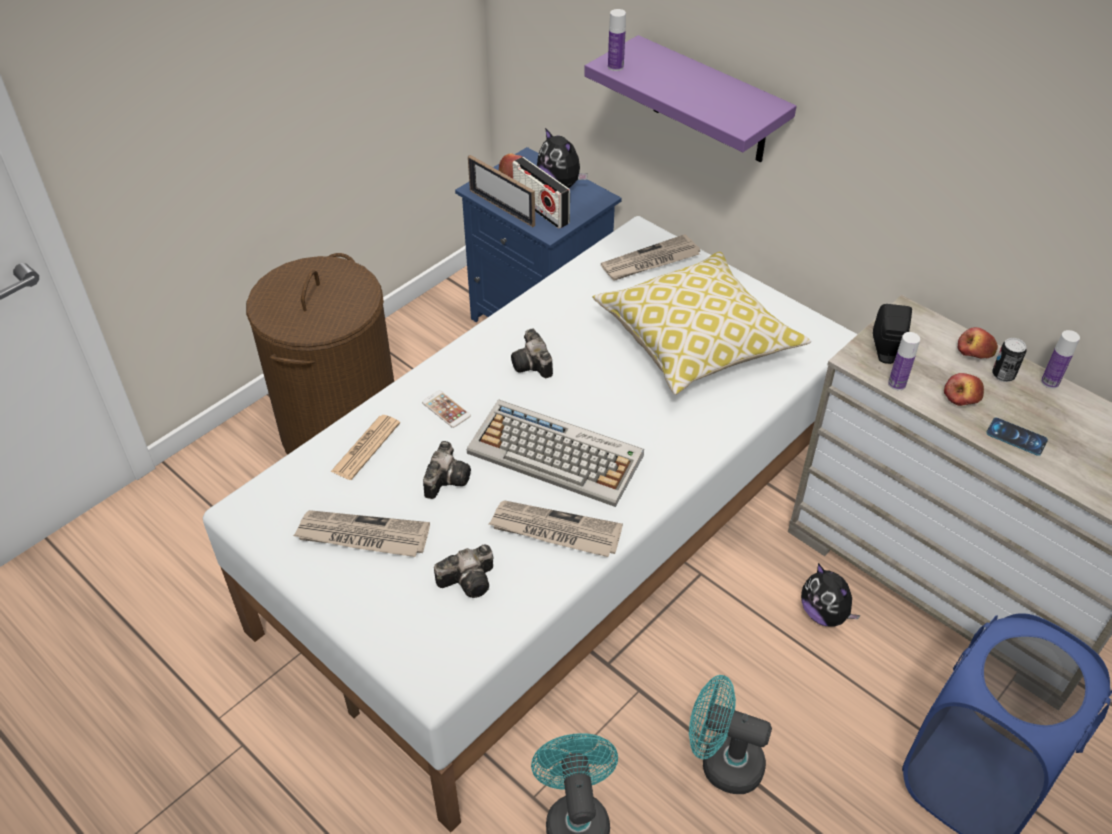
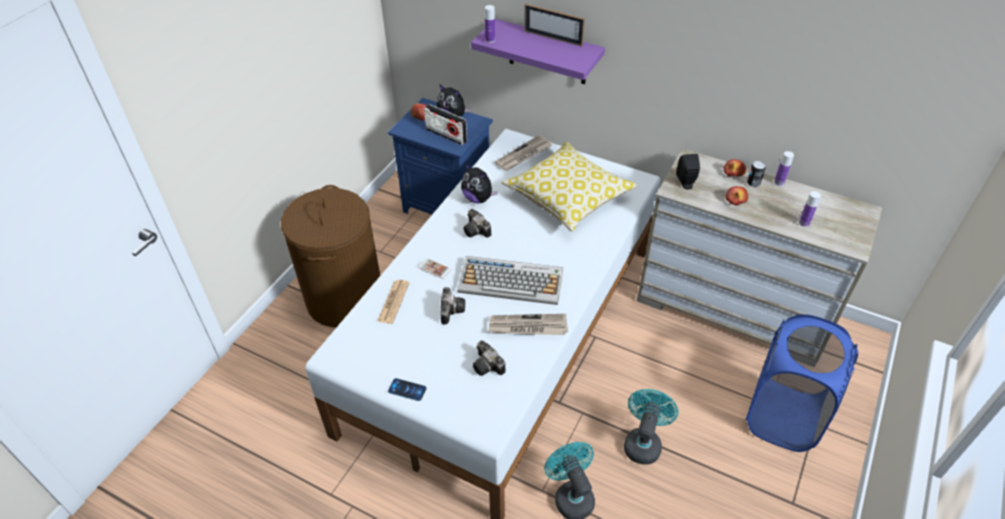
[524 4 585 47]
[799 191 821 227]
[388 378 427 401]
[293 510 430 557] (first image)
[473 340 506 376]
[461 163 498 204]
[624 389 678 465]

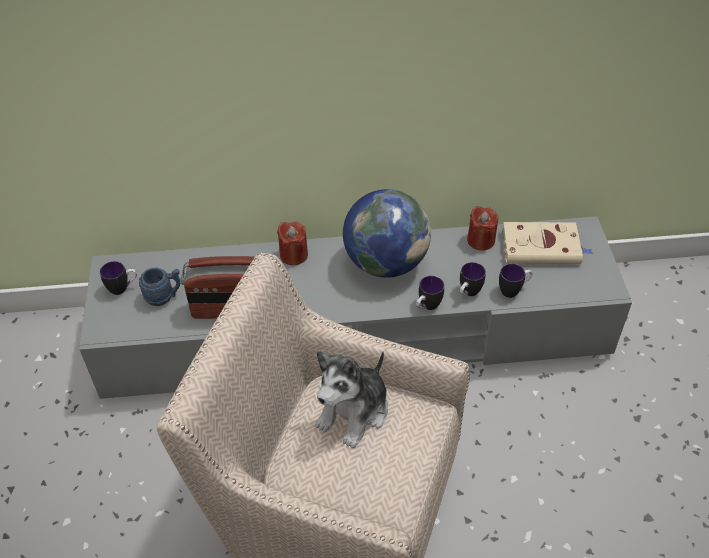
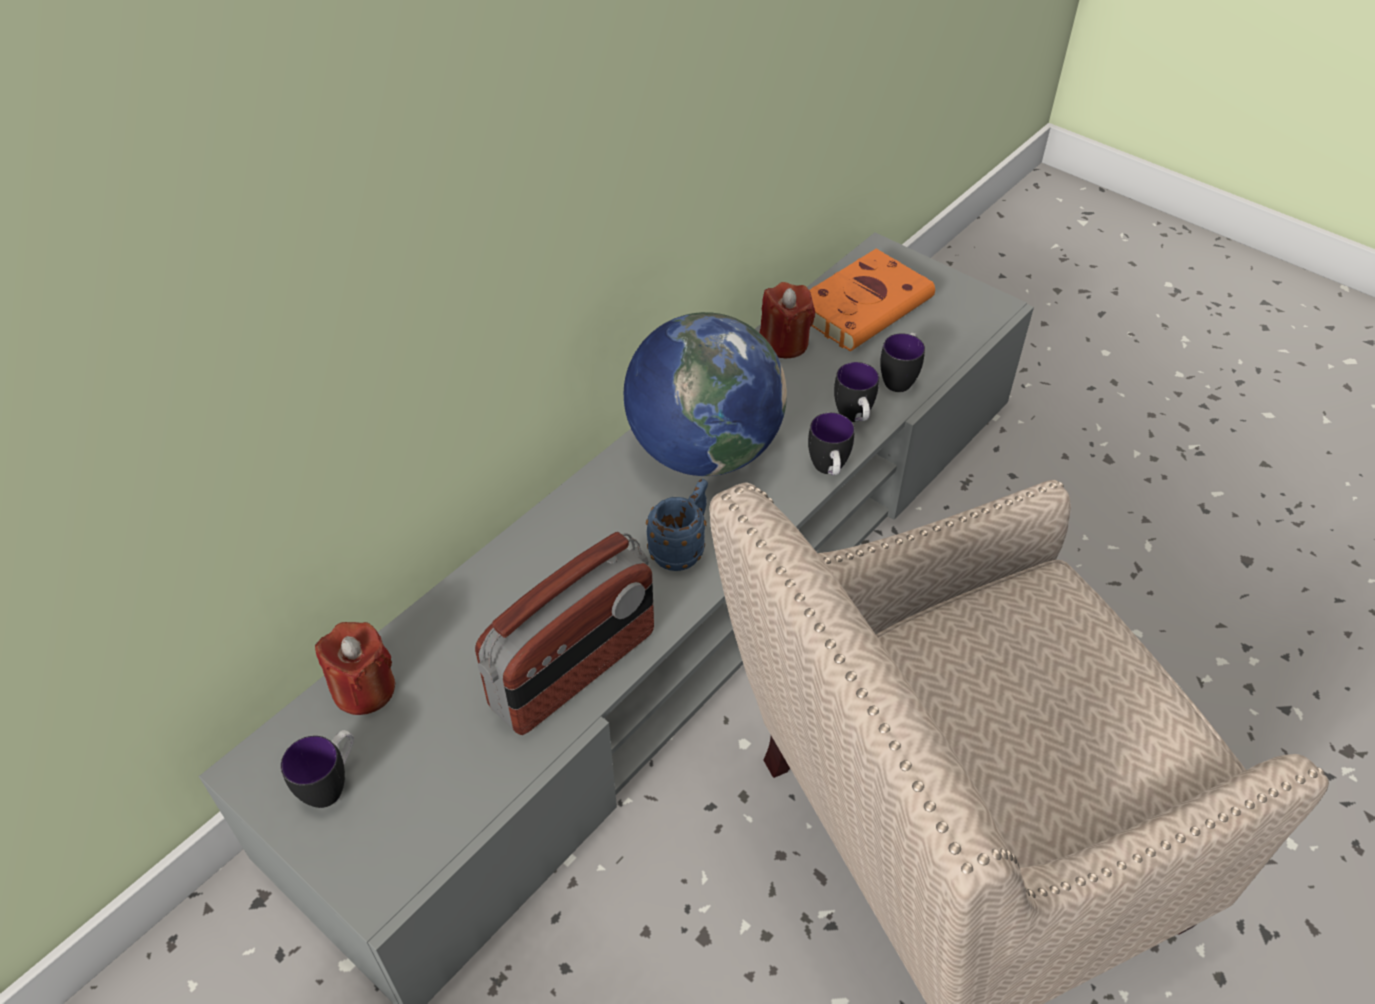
[315 622 395 715]
[809 249 935 351]
[646 479 708 571]
[315 351 388 449] (first image)

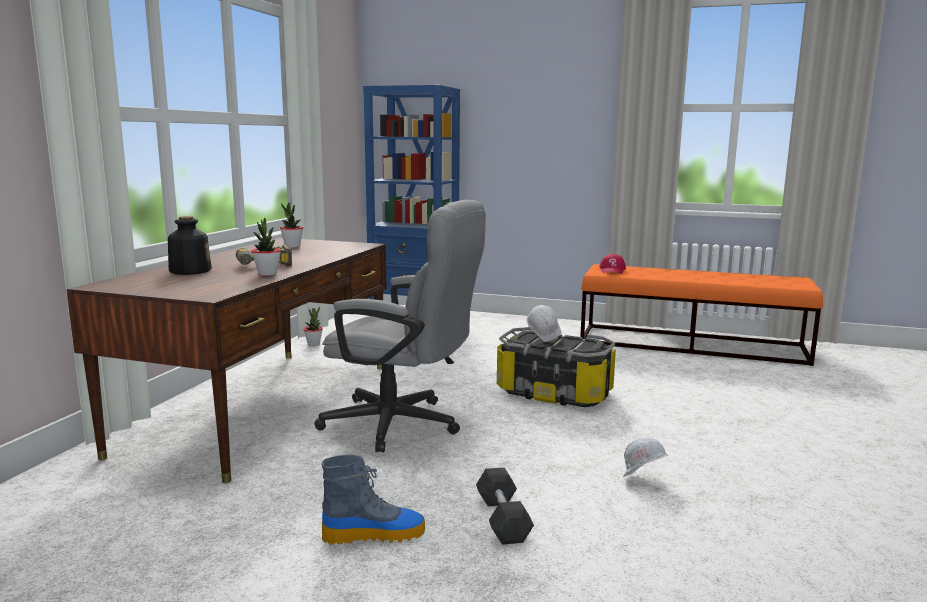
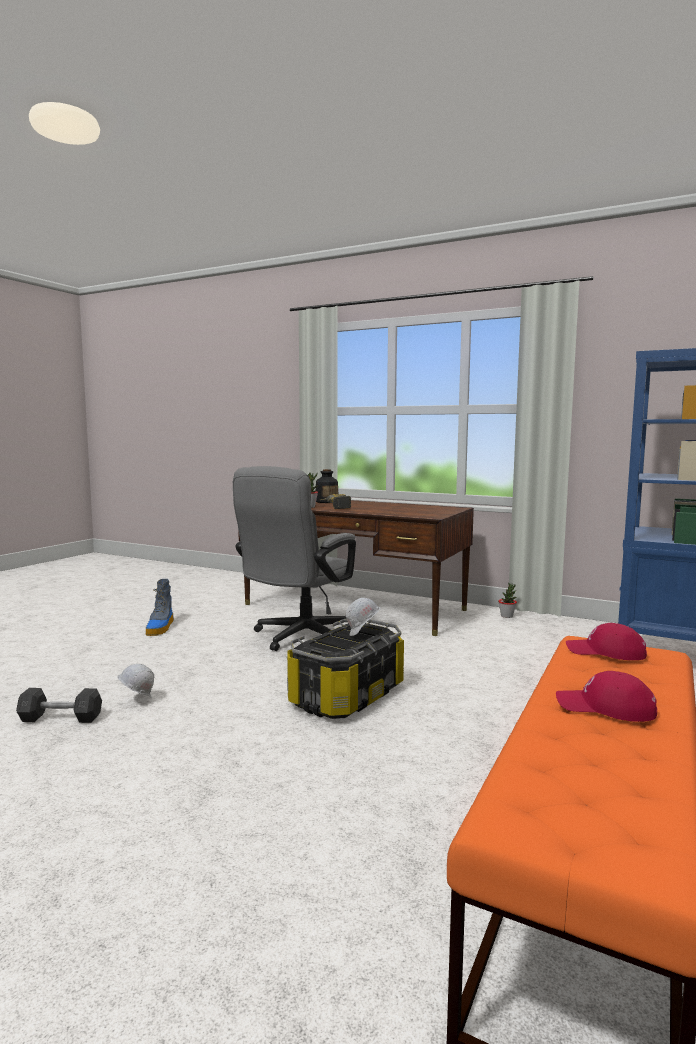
[280 203 303 248] (first image)
[16 688 102 723]
[556 671 657 722]

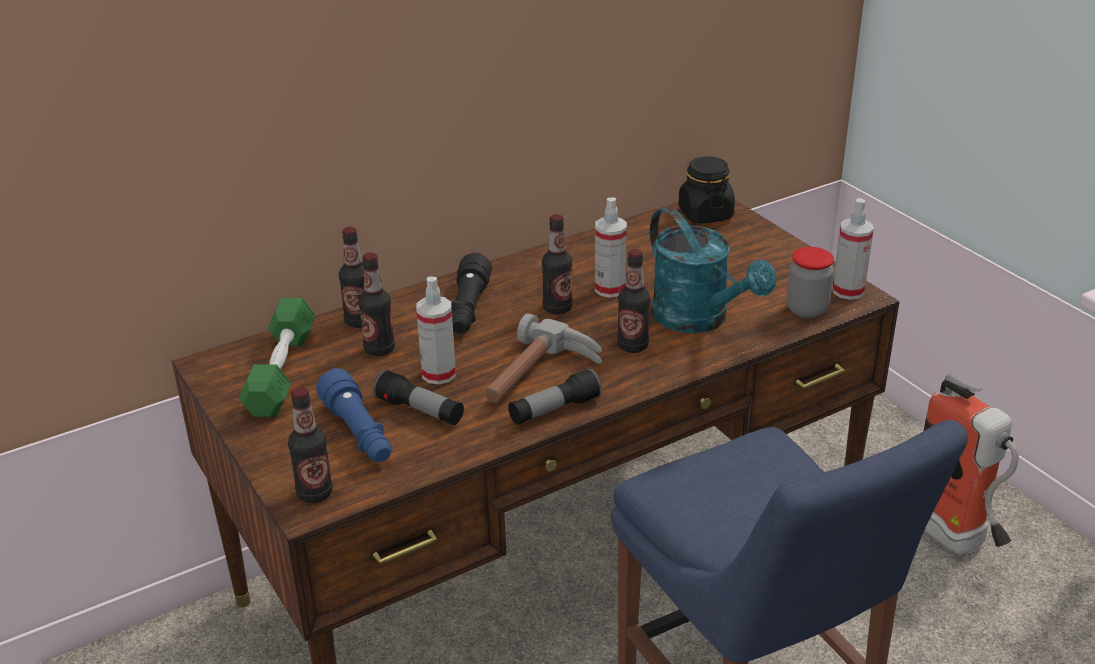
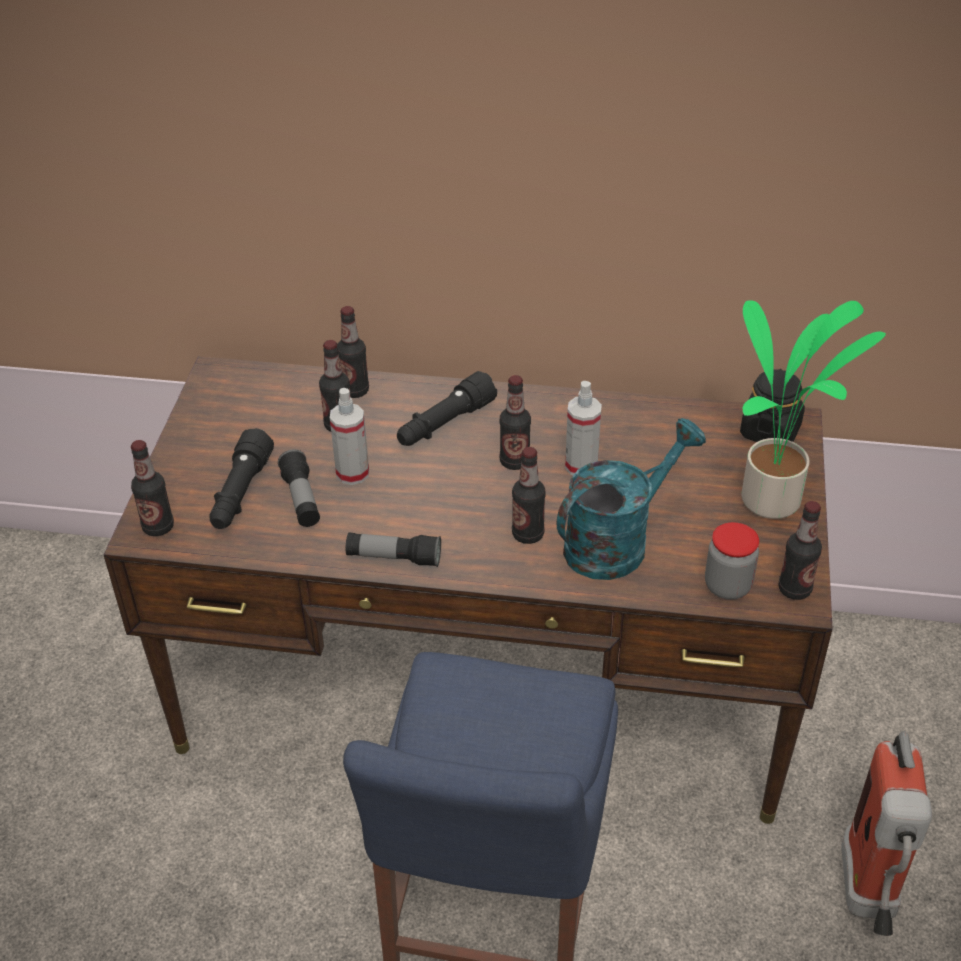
[778 501 822 600]
[557 418 706 580]
[239 298 316 417] (first image)
[485 313 602 403] (first image)
[209 428 274 529]
[741 300 886 519]

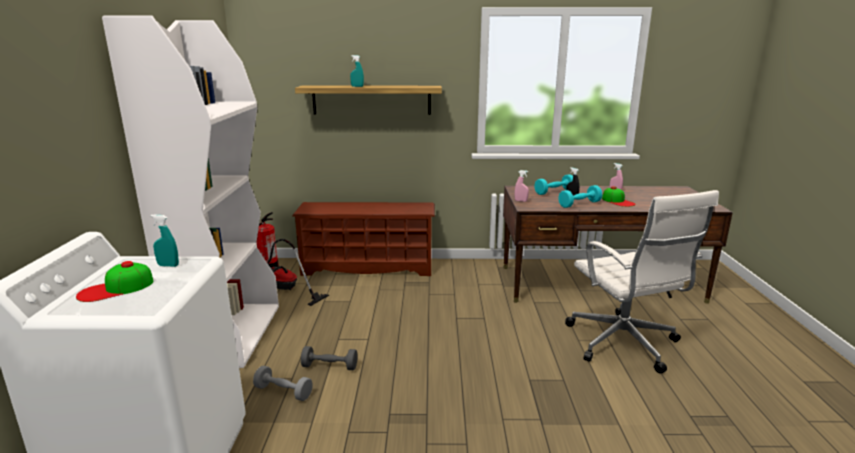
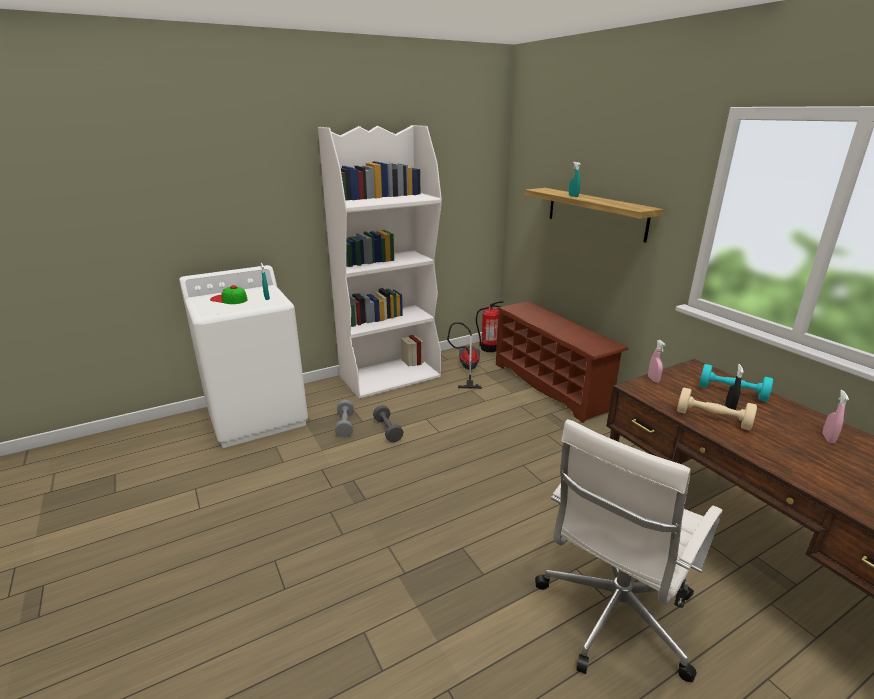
[677 387 757 430]
[602 186 635 207] (first image)

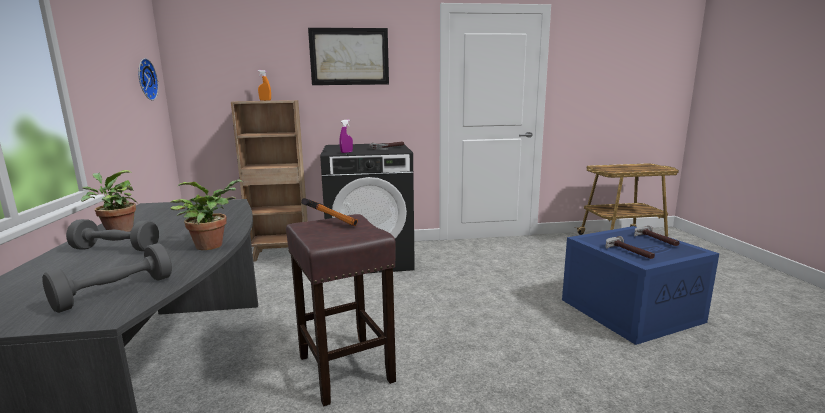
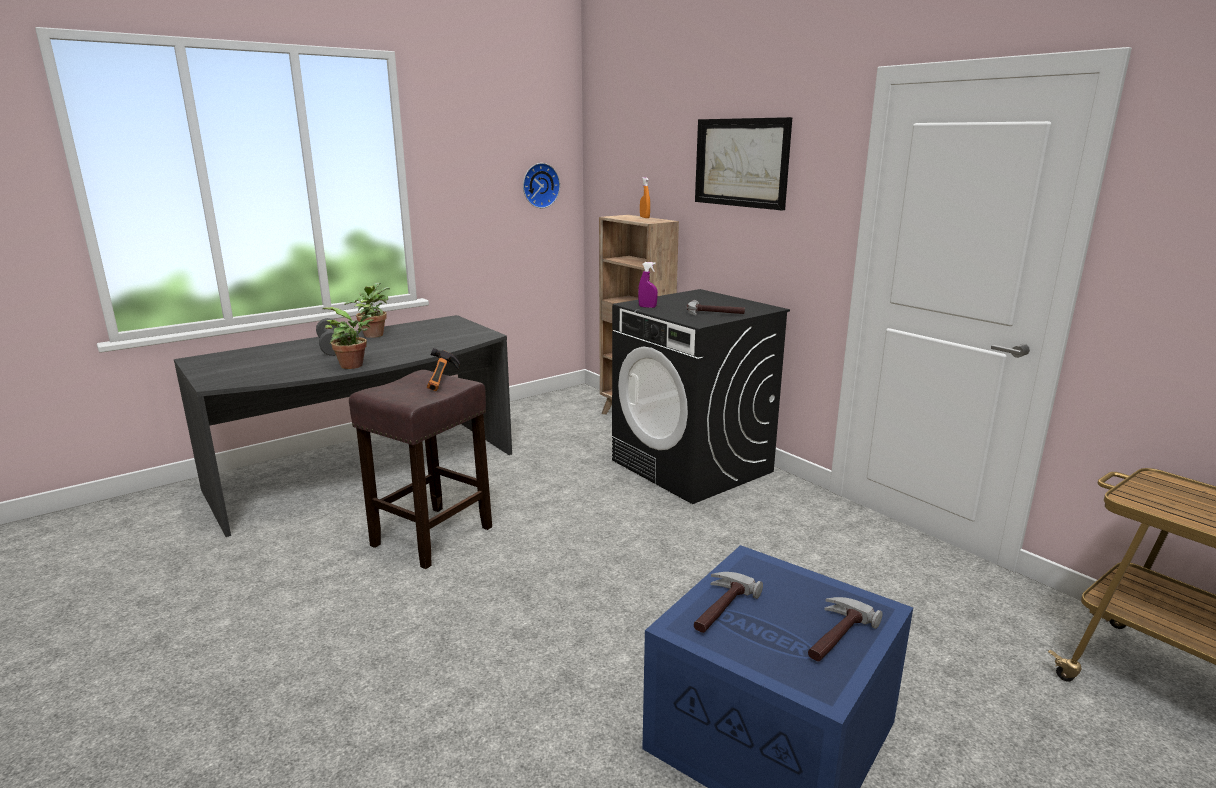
[42 243 172 313] (first image)

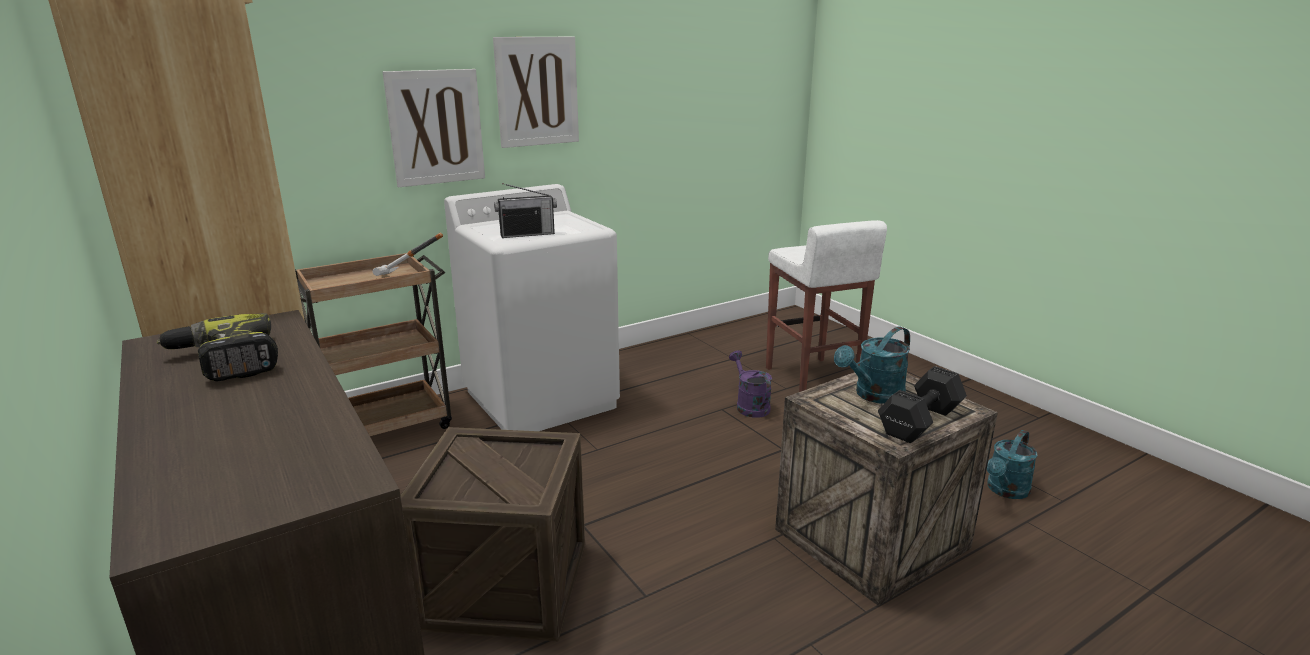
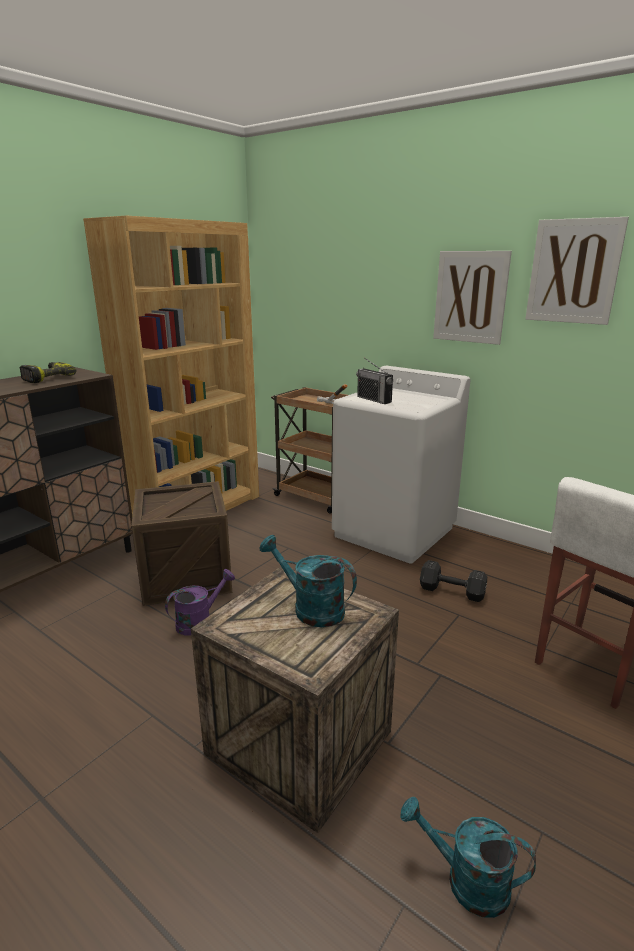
[525 217 629 325]
[165 569 235 636]
[420 560 487 602]

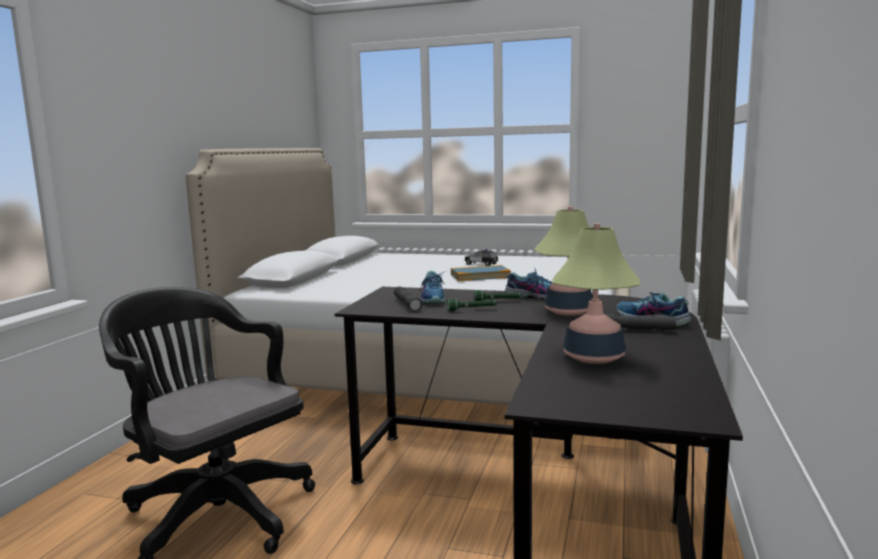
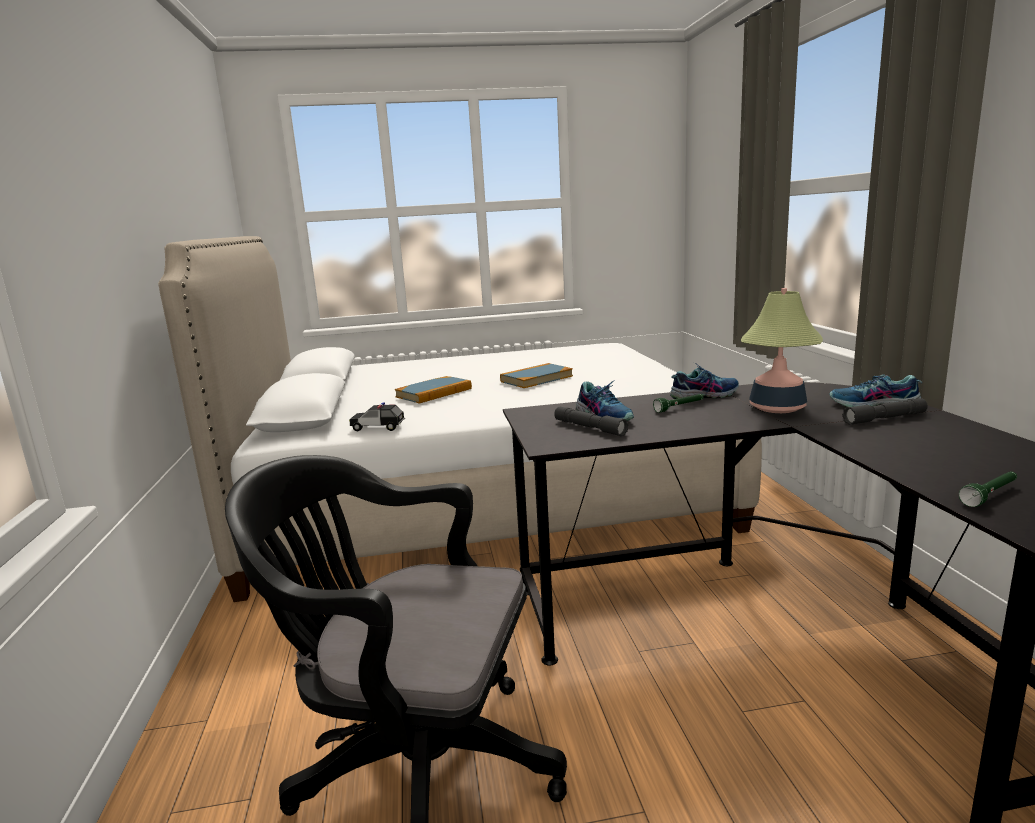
[552 223 640 364] (first image)
[349 402 405 431]
[959 471 1017 507]
[395 376 472 404]

